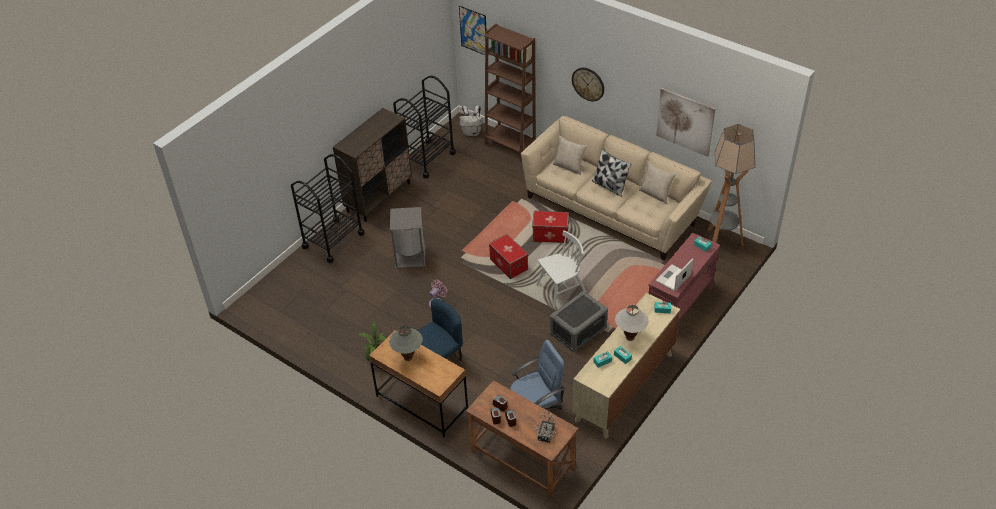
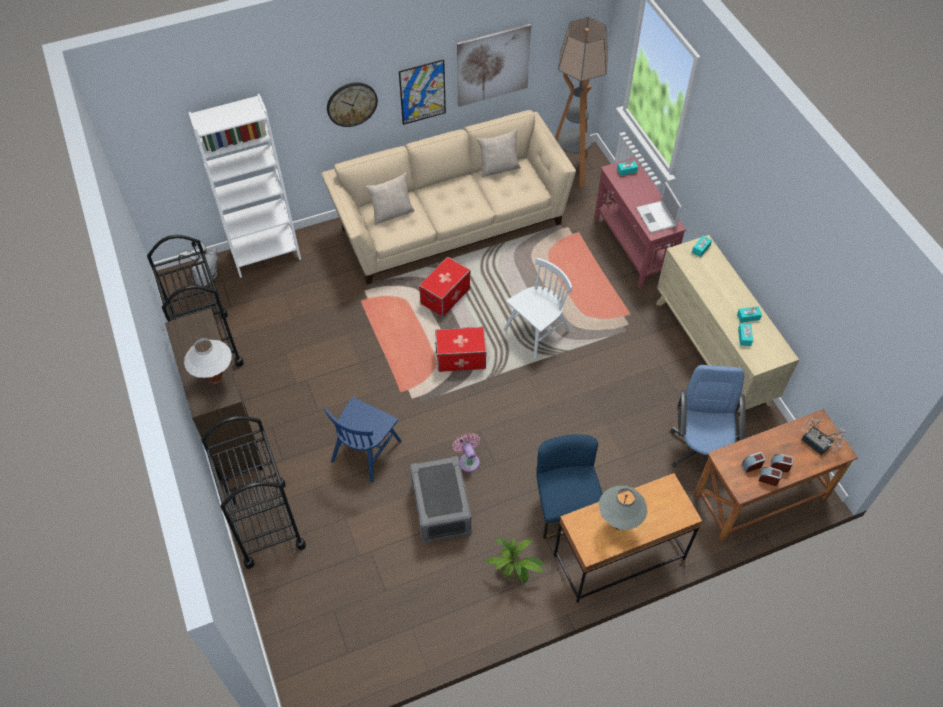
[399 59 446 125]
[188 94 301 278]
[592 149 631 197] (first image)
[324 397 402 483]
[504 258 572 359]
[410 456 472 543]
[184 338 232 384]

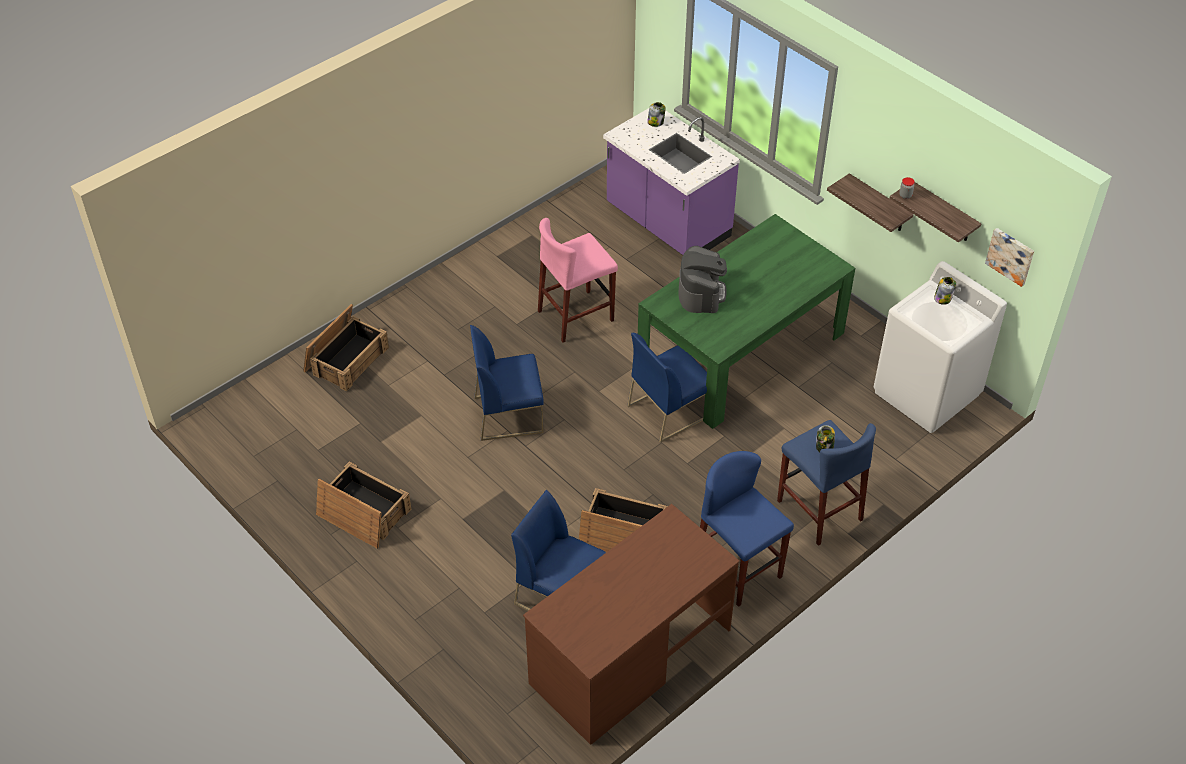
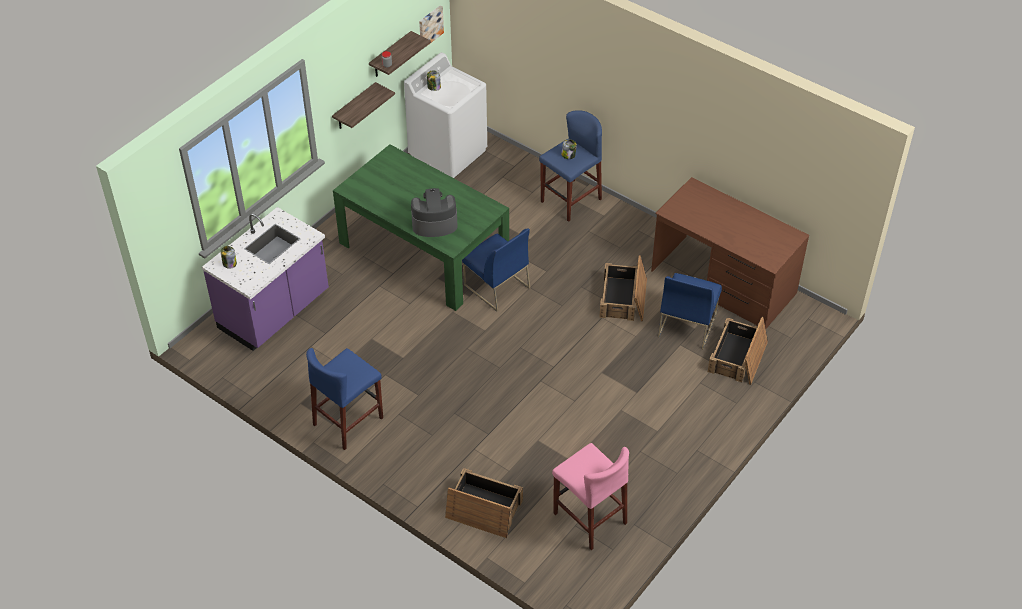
[552 443 629 550]
[470 325 544 441] (first image)
[306 348 383 450]
[708 317 768 385]

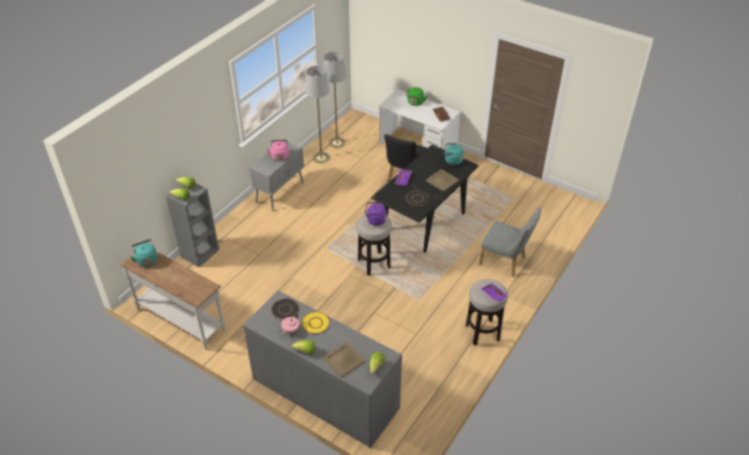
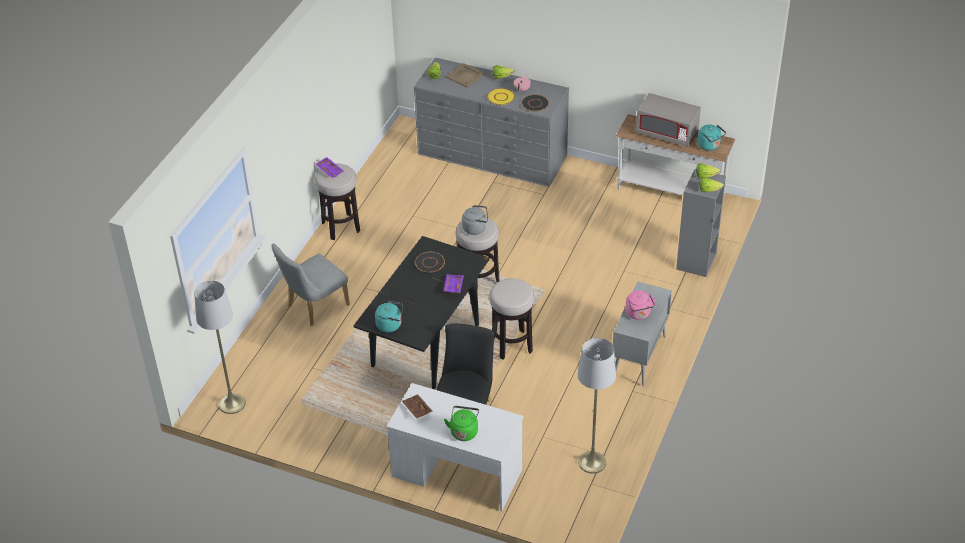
[194 281 246 414]
[426 169 459 192] (first image)
[462 205 488 235]
[271 243 350 326]
[636 93 701 146]
[489 278 535 360]

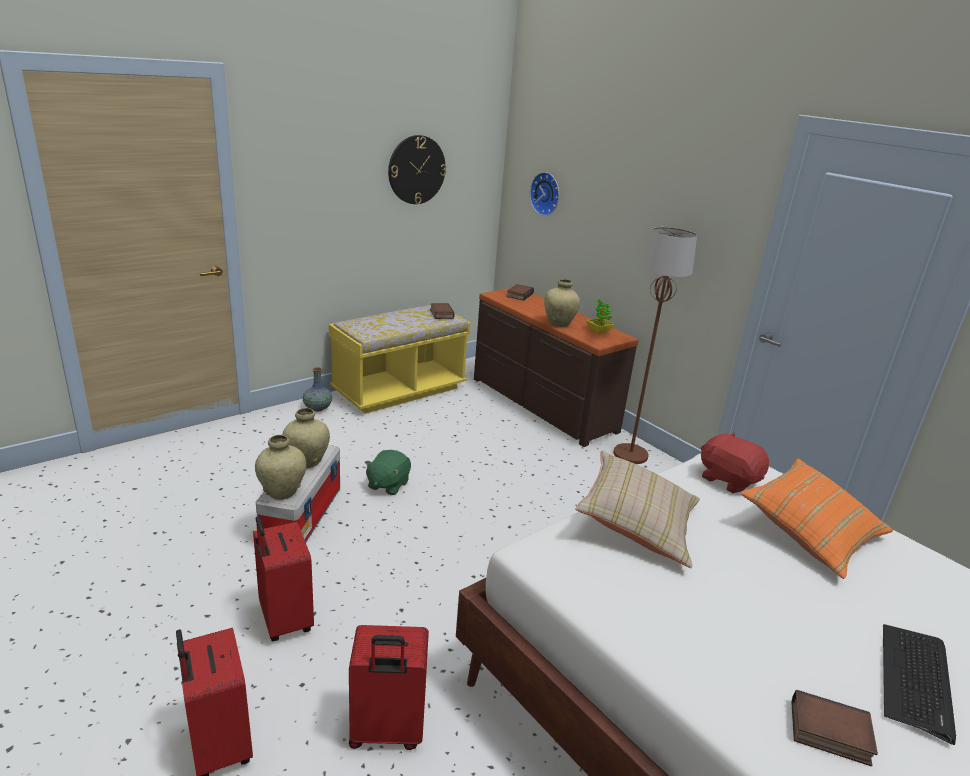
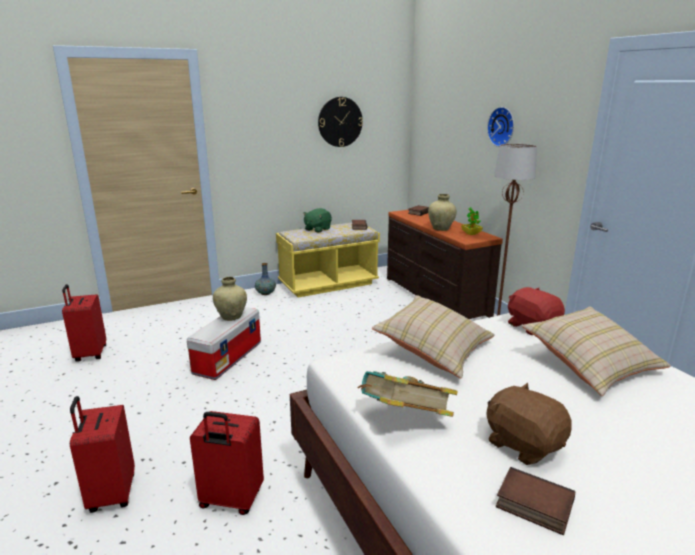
[487 107 514 147]
[255 435 307 500] (first image)
[303 208 332 233]
[522 307 671 396]
[62 284 106 362]
[883 624 956 745] (first image)
[358 371 458 417]
[487 383 572 465]

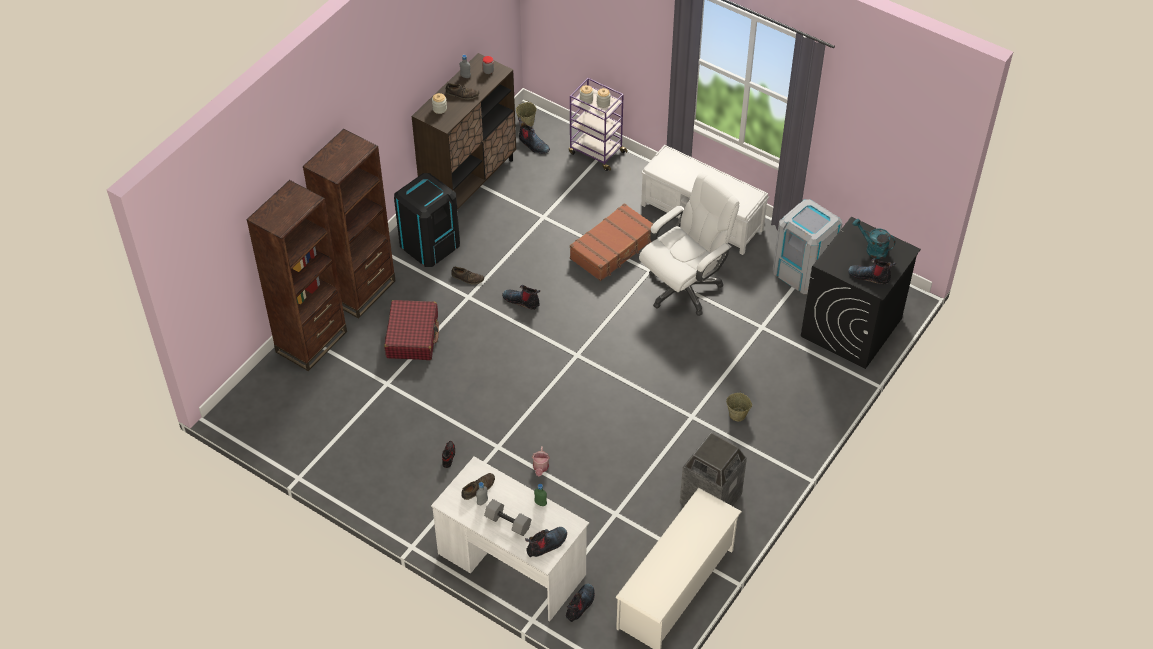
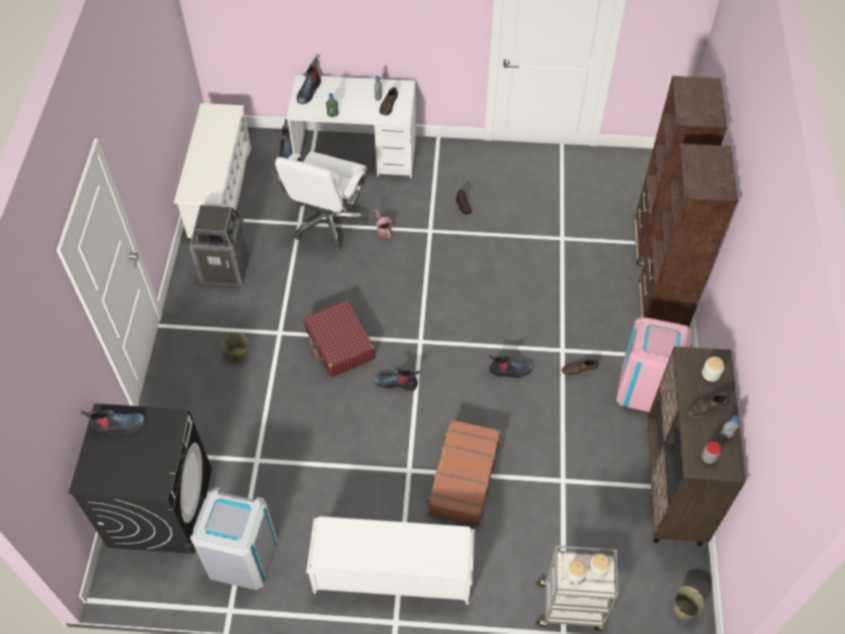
[536 545 618 631]
[374 368 420 391]
[275 152 368 251]
[616 317 692 412]
[852 219 896 259] (first image)
[304 300 375 377]
[484 499 532 536] (first image)

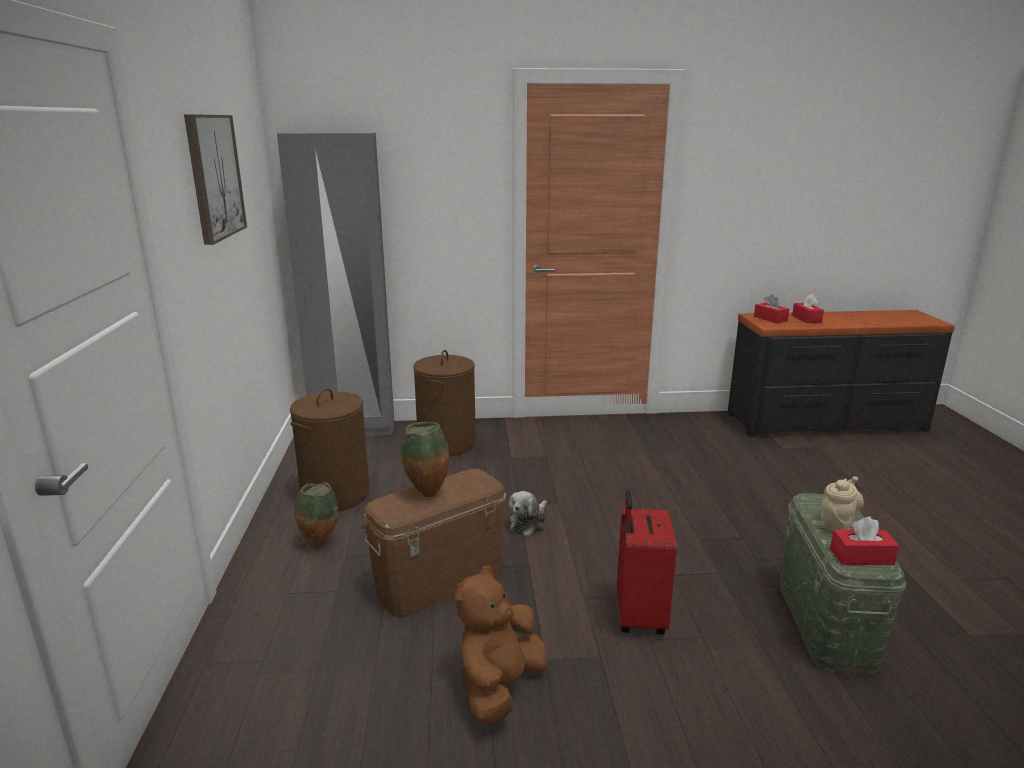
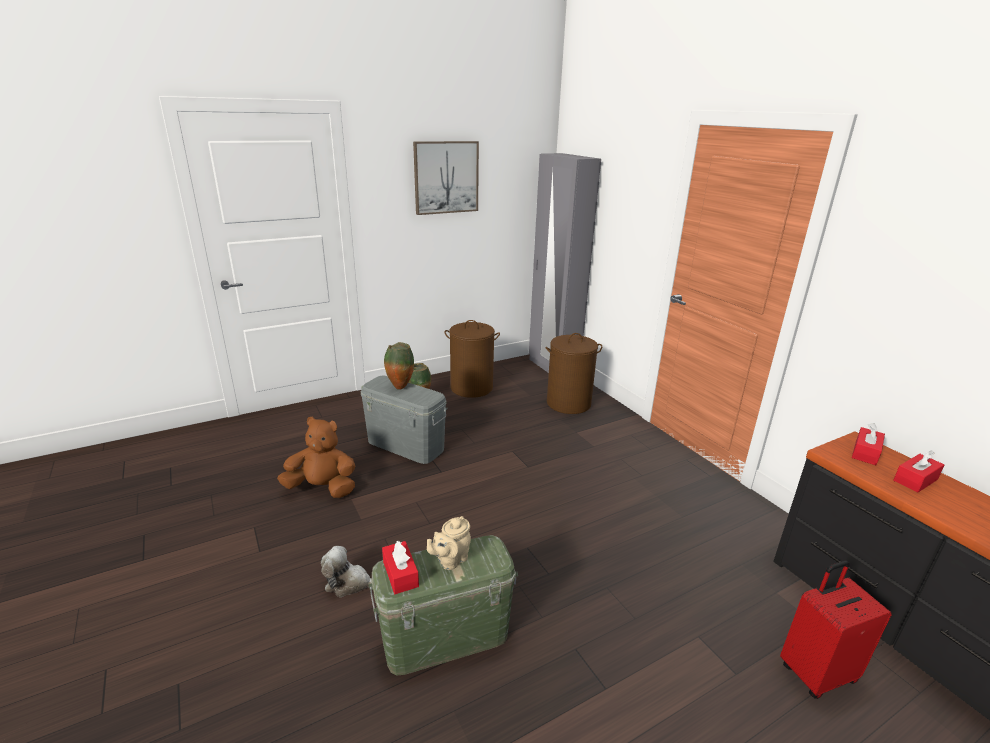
[361 375 447 464]
[427 516 471 570]
[780 561 892 699]
[321 546 372 597]

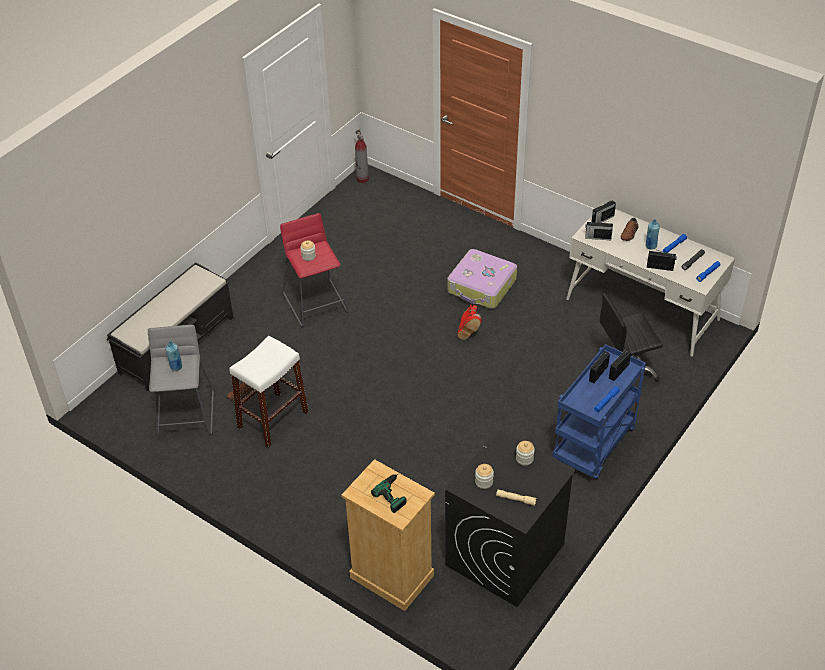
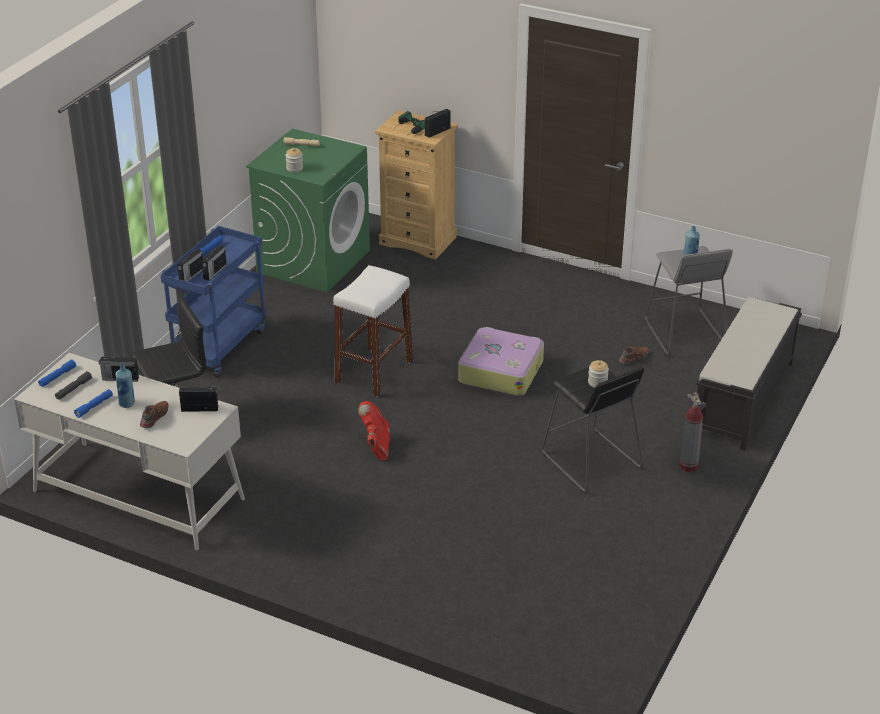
[679 392 706 472]
[425 109 451 138]
[542 367 644 493]
[458 327 544 396]
[333 265 413 397]
[246 129 370 292]
[475 464 494 489] (first image)

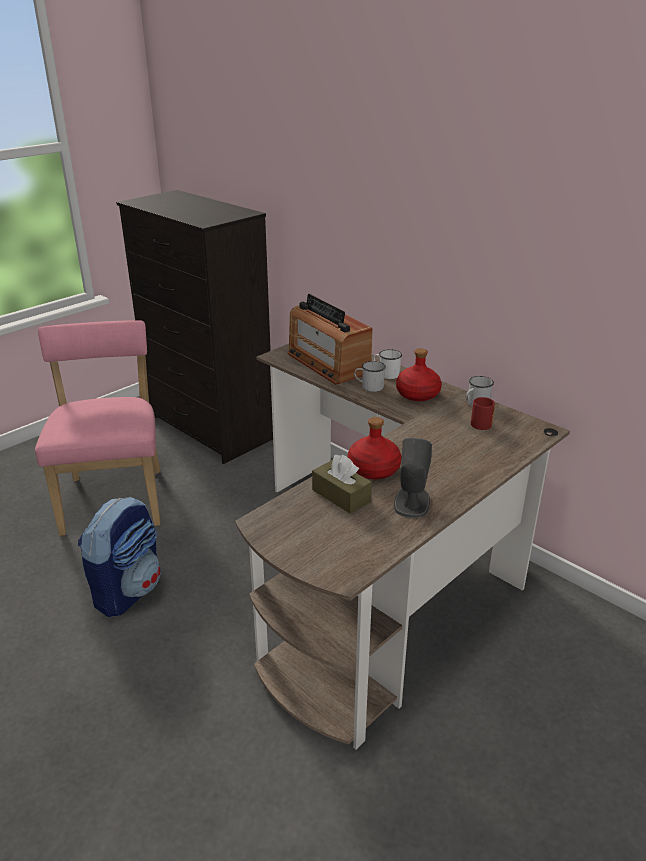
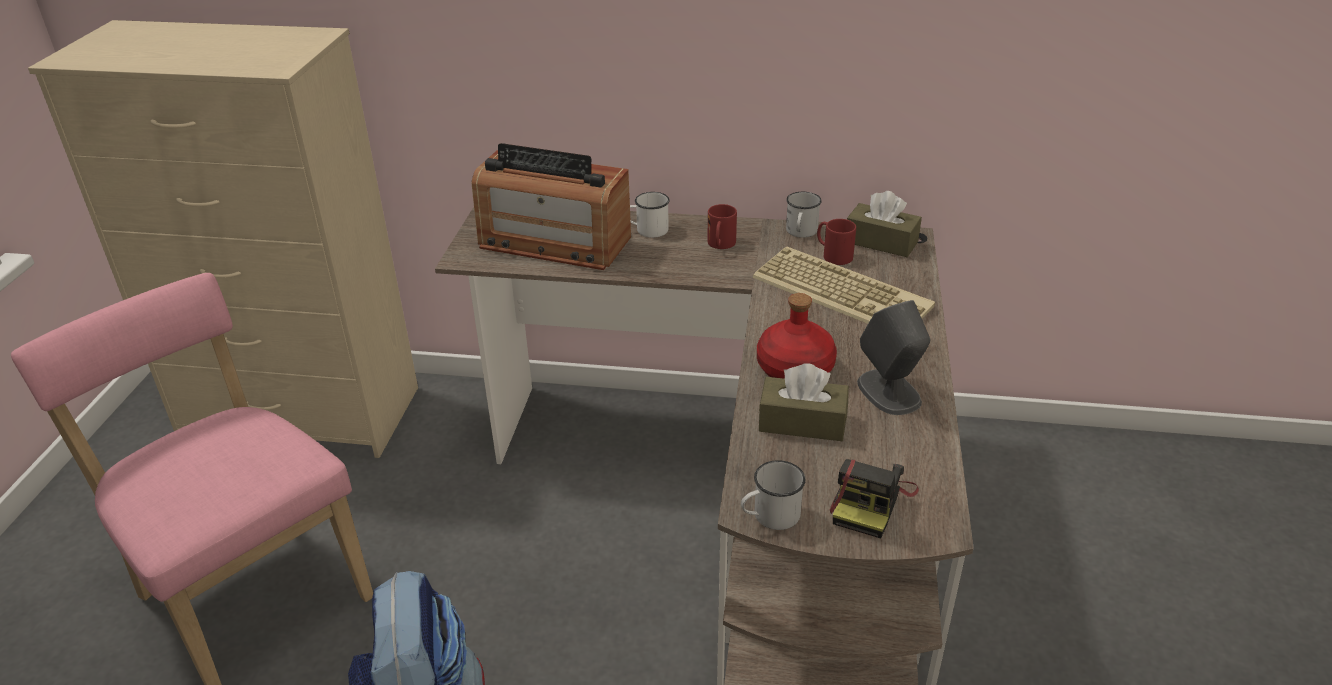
[28 20 418 458]
[708 204 737 249]
[741 460 806 530]
[847 191 922 257]
[753 247 935 324]
[830 459 919 539]

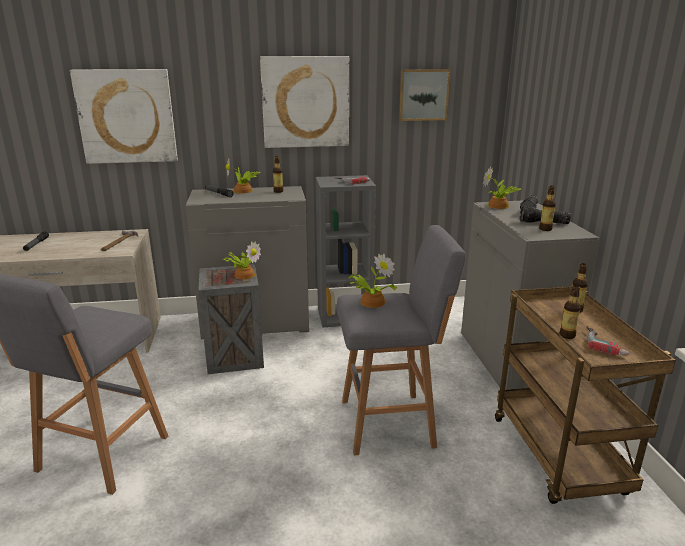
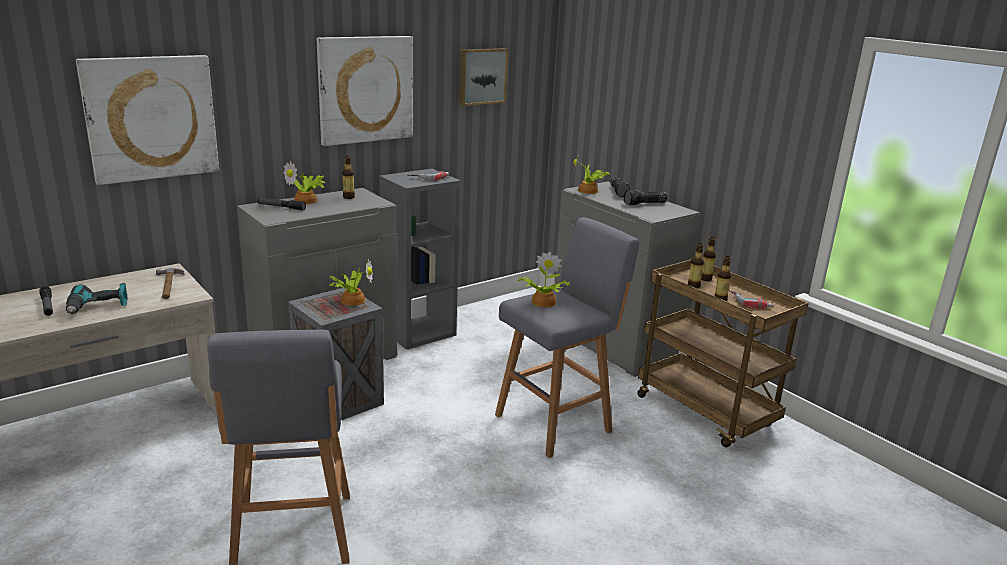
[688 243 704 289]
[66 283 128 314]

